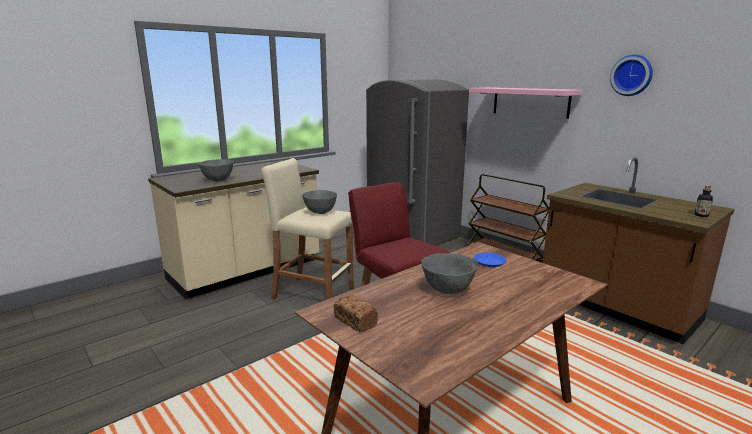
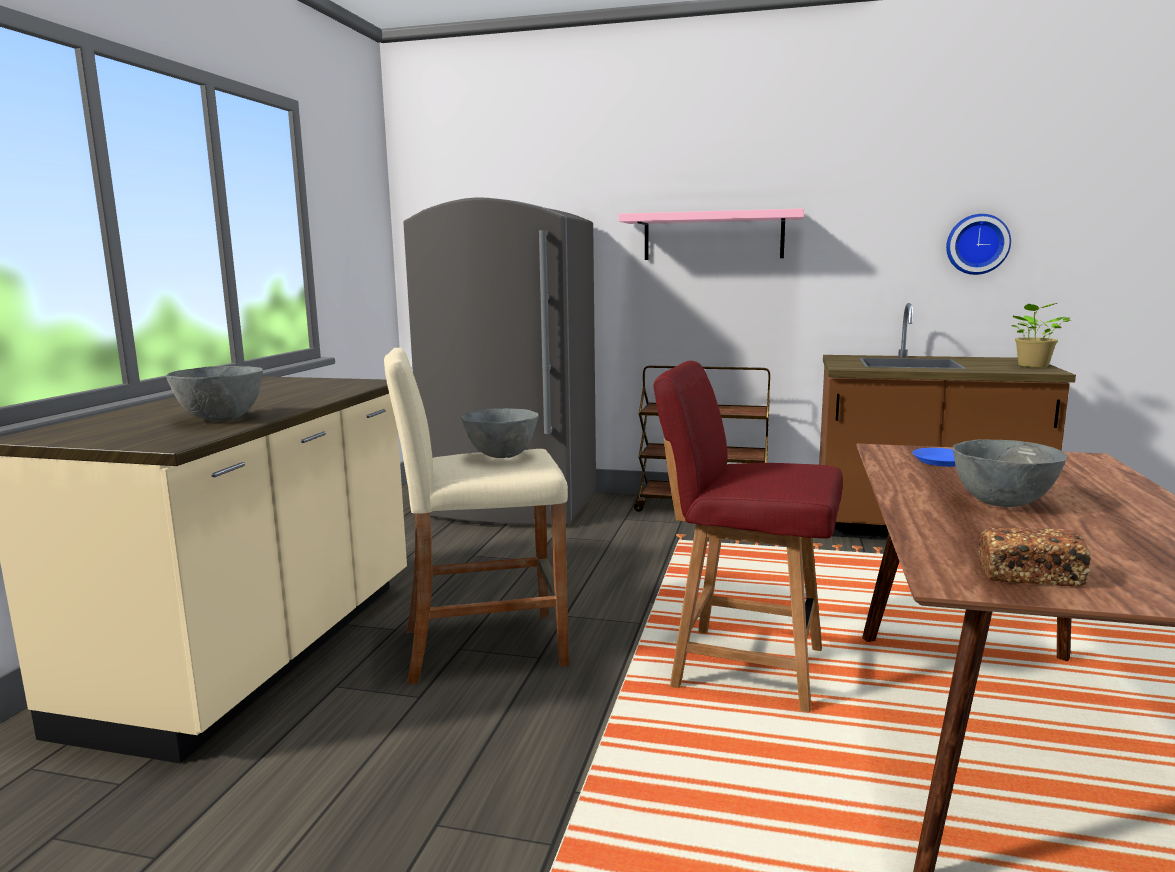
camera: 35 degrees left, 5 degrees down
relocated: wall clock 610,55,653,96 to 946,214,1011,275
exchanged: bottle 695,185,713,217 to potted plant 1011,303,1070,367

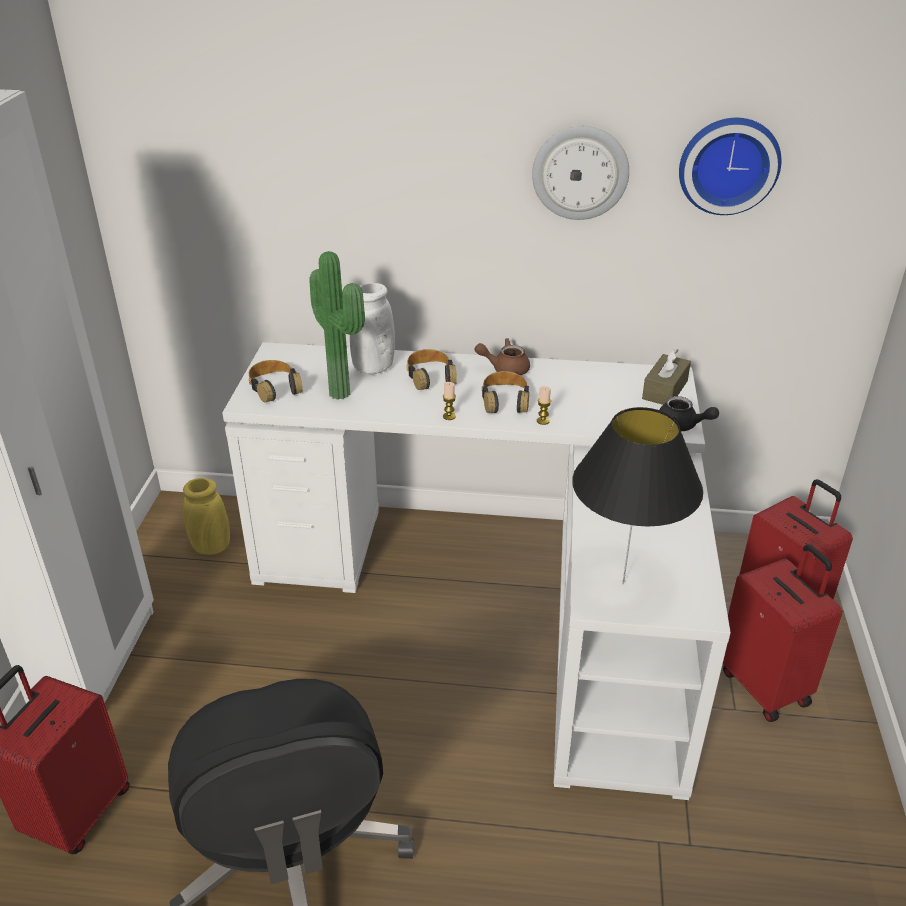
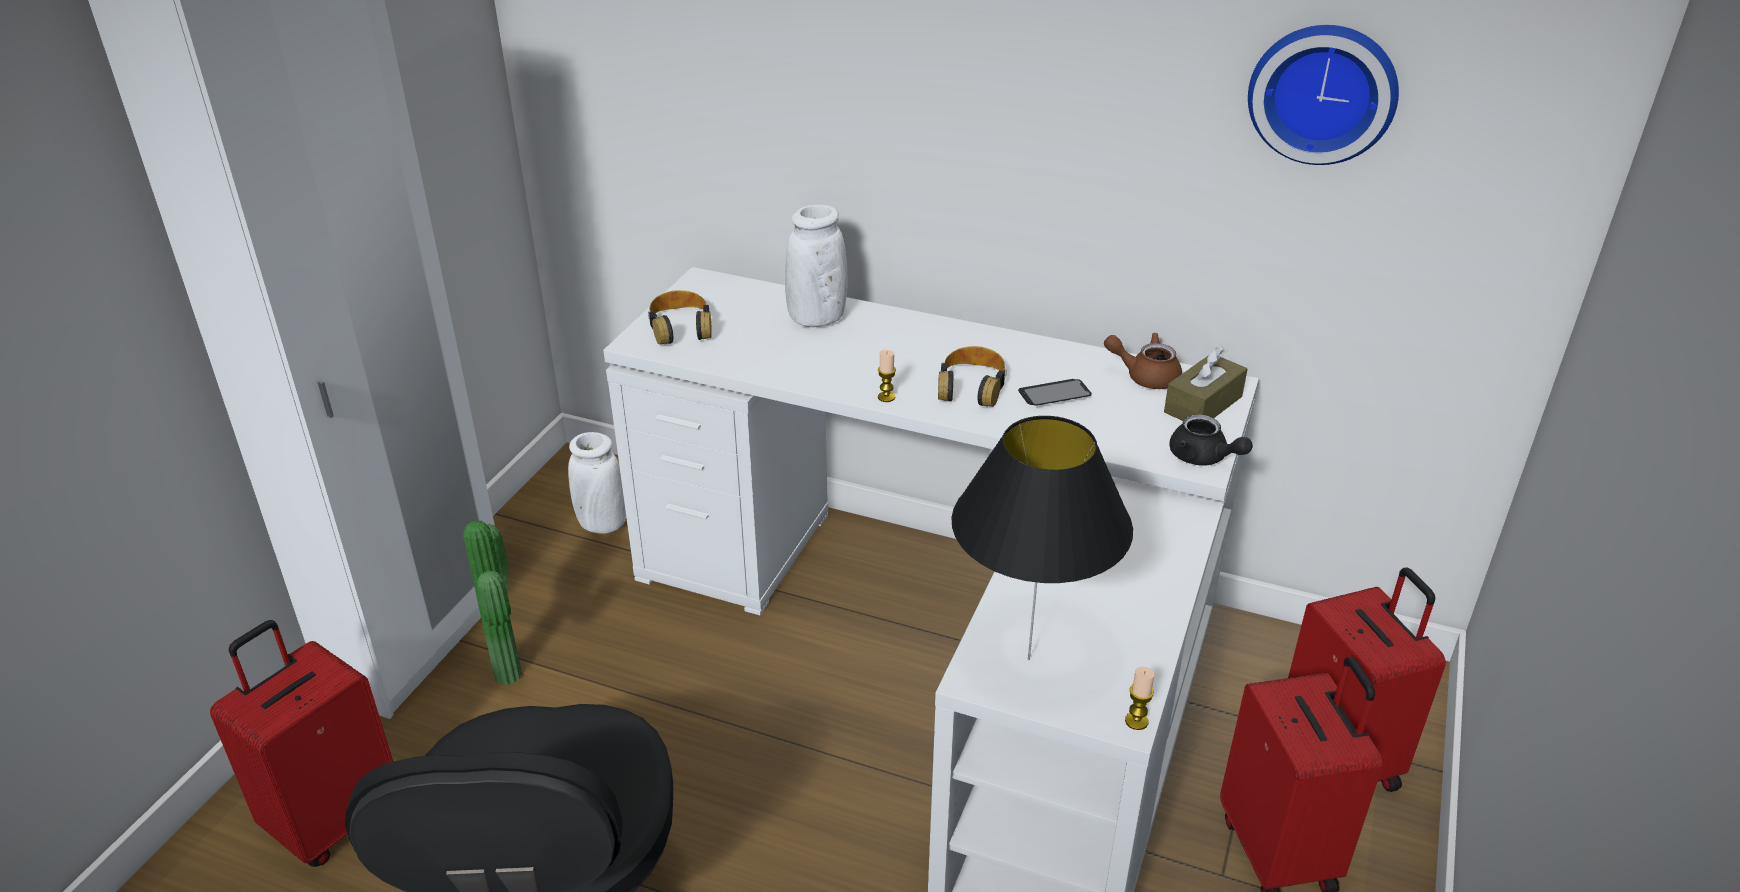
camera: 15 degrees right, 0 degrees up
missing: wall clock 532,126,629,220; headphones 407,349,457,390
appeared: phone 1018,379,1092,406
relocated: potted plant 309,251,365,400 to 463,520,522,685; brown teapot 475,338,530,375 to 1104,333,1182,389; candle 537,386,551,425 to 1125,666,1154,730
colour: yellow vase 183,478,230,555 to white vase 568,432,626,534

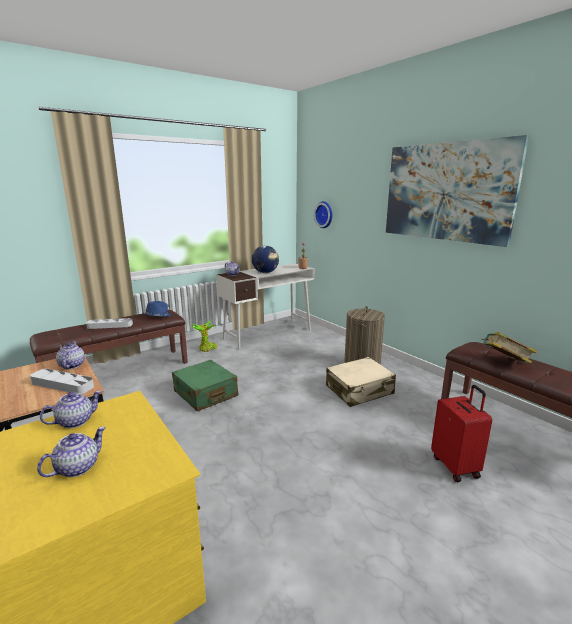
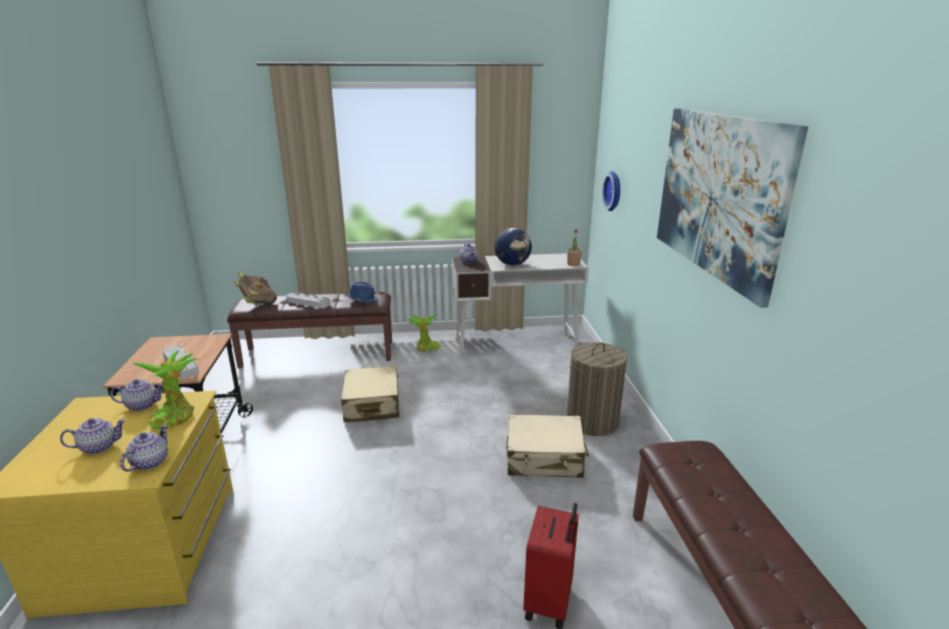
camera: 30 degrees right, 5 degrees up
appeared: potted plant 132,351,198,429
relocated: book 481,332,538,363 to 234,273,277,304; teapot 56,342,85,369 to 120,425,168,472
colour: green suitcase 172,360,238,412 to beige suitcase 341,365,400,423

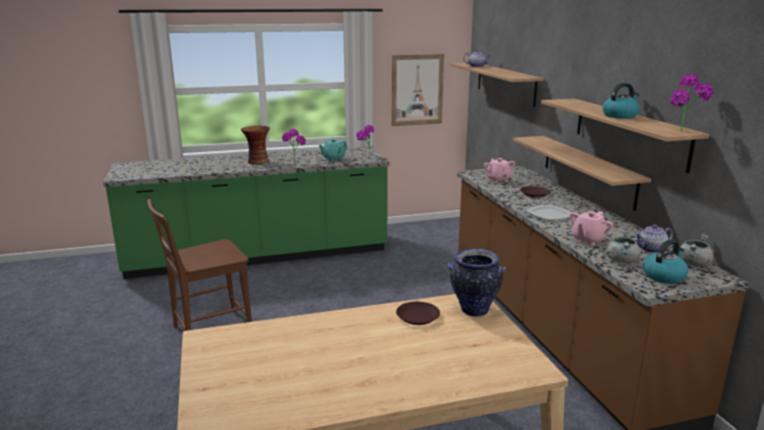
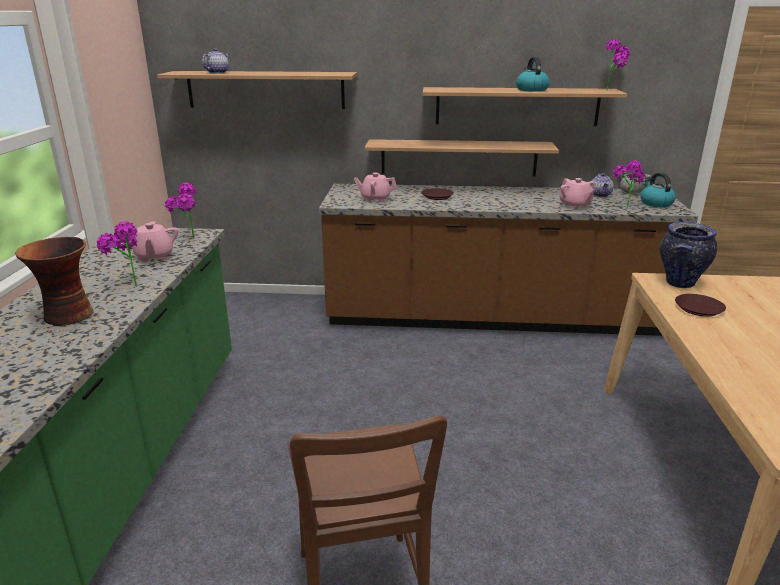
camera: 70 degrees left, 5 degrees up
missing: picture 391,54,444,126; plate 526,205,571,220
exchanged: grey cooking pot 606,230,641,263 to potted plant 613,160,645,209
colour: turquoise teapot 319,139,348,161 to pink teapot 130,221,178,262

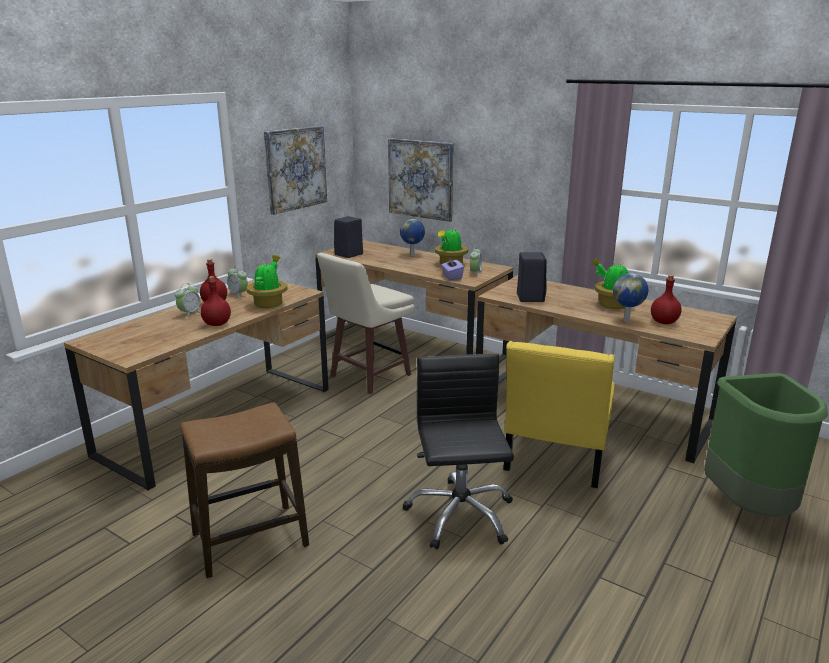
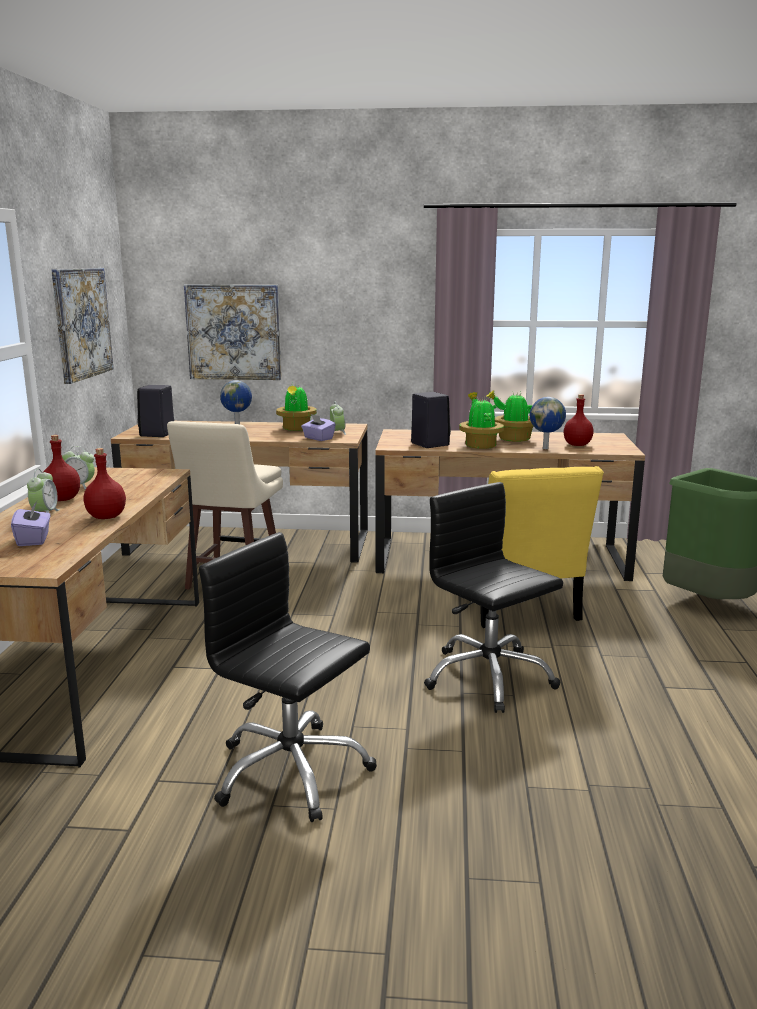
camera: 30 degrees left, 5 degrees down
appeared: purple tissue box 11,501,50,546
relocated: potted plant 247,255,288,308 to 459,392,504,449
exchanged: stool 180,402,309,578 to black office chair 199,532,377,822

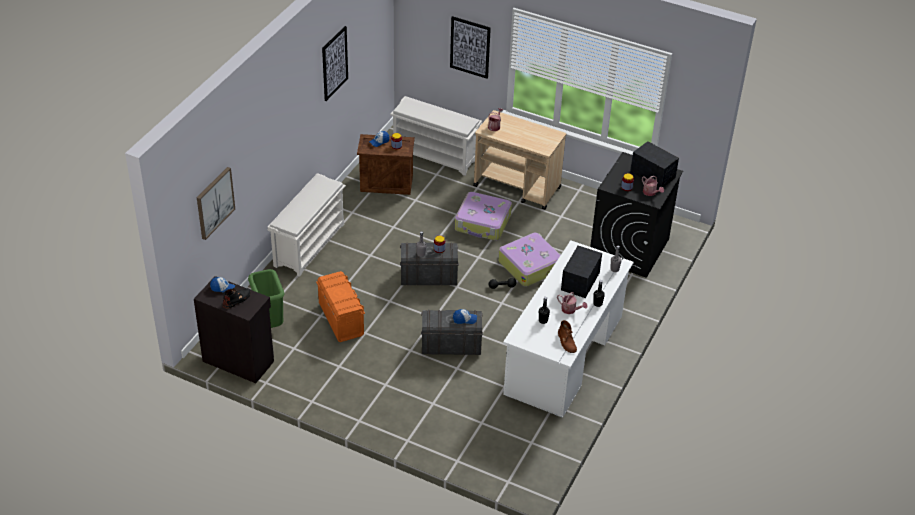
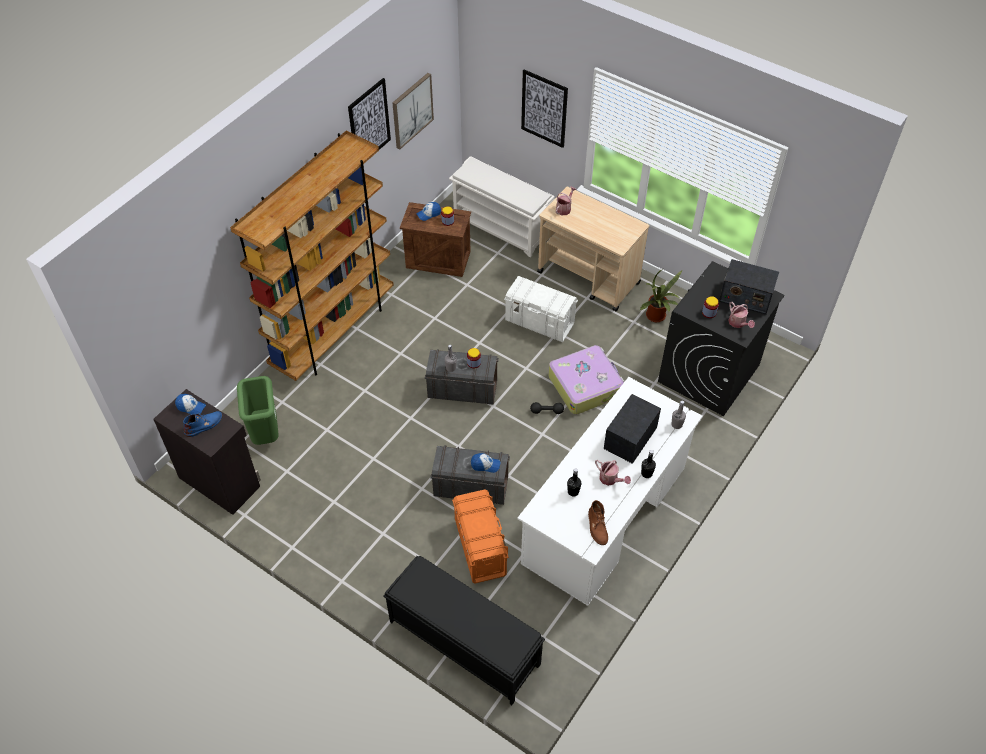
camera: 10 degrees right, 10 degrees up
appeared: potted plant 639,268,682,322; black bench 383,556,545,705
relocated: picture 197,167,235,240 to 392,73,434,149; orange storage box 316,271,365,342 to 452,489,509,583
exchanged: white shoe rack 268,173,346,277 to brown bookcase 230,130,394,381; suitcase 455,192,512,240 to white storage box 504,276,578,342
colour: black boot 222,288,251,309 to blue boot 183,411,223,437
spun: radio 630,141,679,188 = 719,259,779,314 150 degrees clockwise

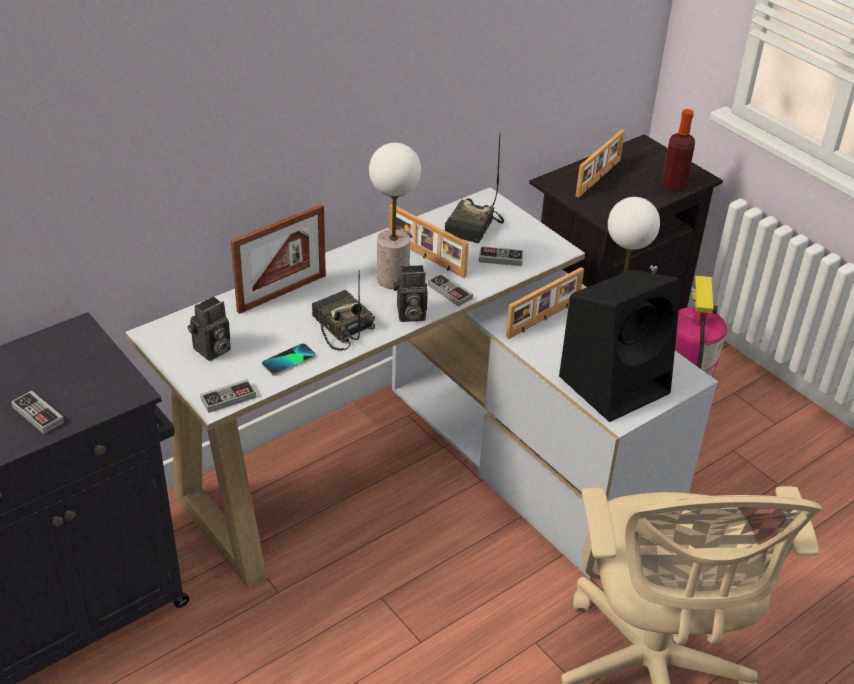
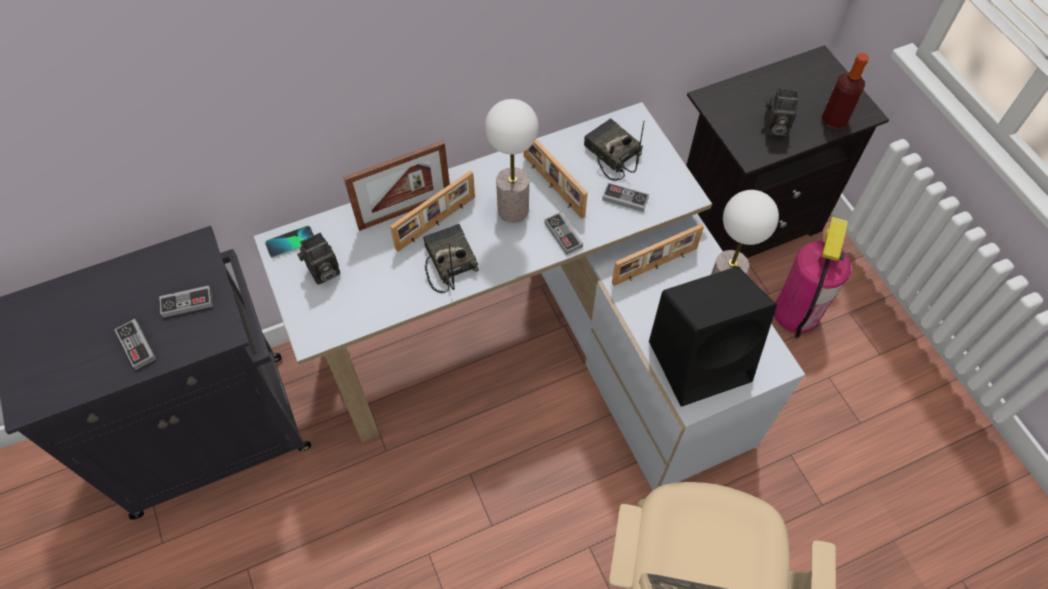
camera: 15 degrees right, 20 degrees up
relocated: picture frame 576,129,625,198 to 390,170,475,252; photo camera 393,265,428,322 to 764,89,799,136; phone 262,343,316,376 to 265,226,314,258; game controller 200,379,256,413 to 159,286,213,318
spun: radio 445,135,504,244 = 584,118,645,181 105 degrees clockwise

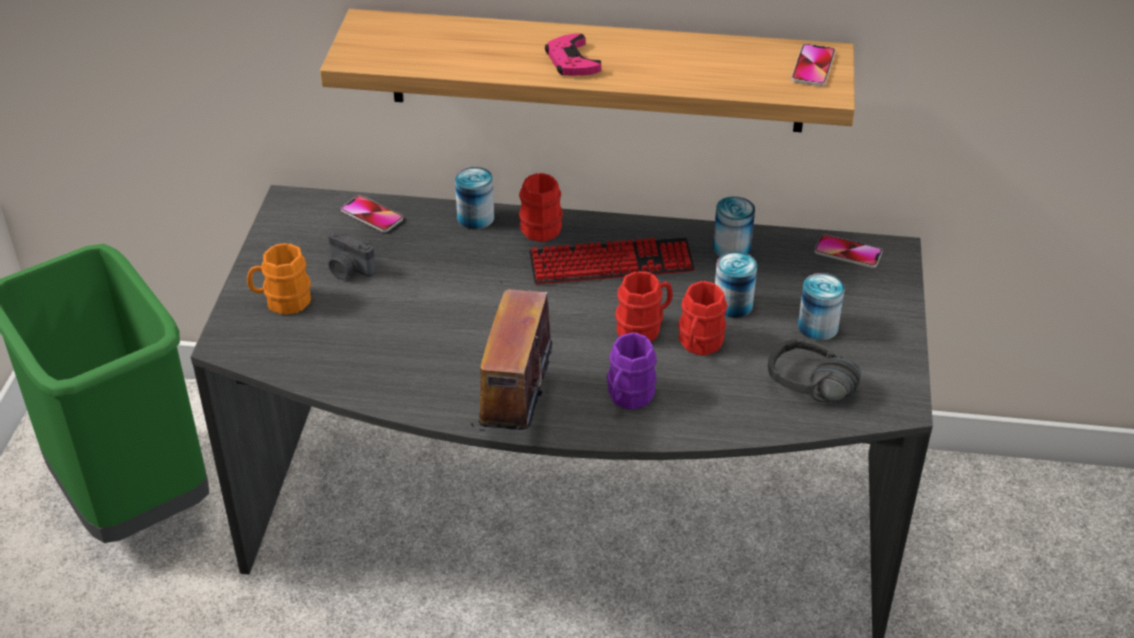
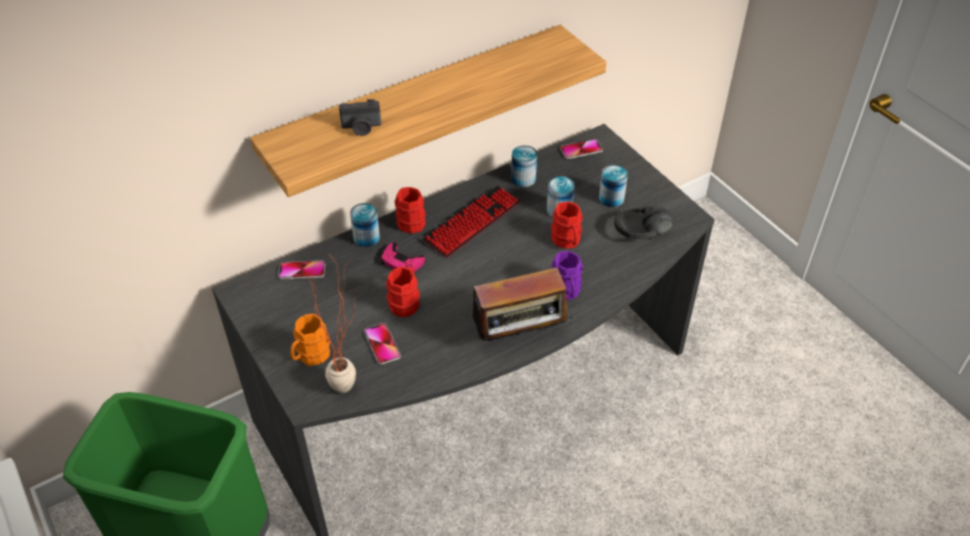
camera: 40 degrees left, 5 degrees up
appeared: potted plant 307,253,358,393
relocated: pink game controller 545,33,601,76 to 381,242,425,272; phone 791,44,835,86 to 364,323,401,365; photo camera 328,231,376,280 to 339,99,381,136; red mug 615,271,673,341 to 386,267,420,318
spun: radio 470,281,554,432 = 473,267,572,342 75 degrees counterclockwise

